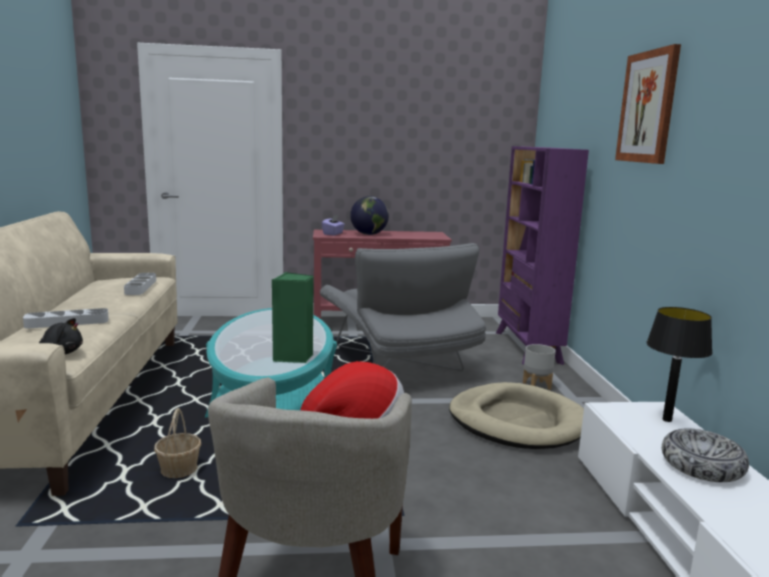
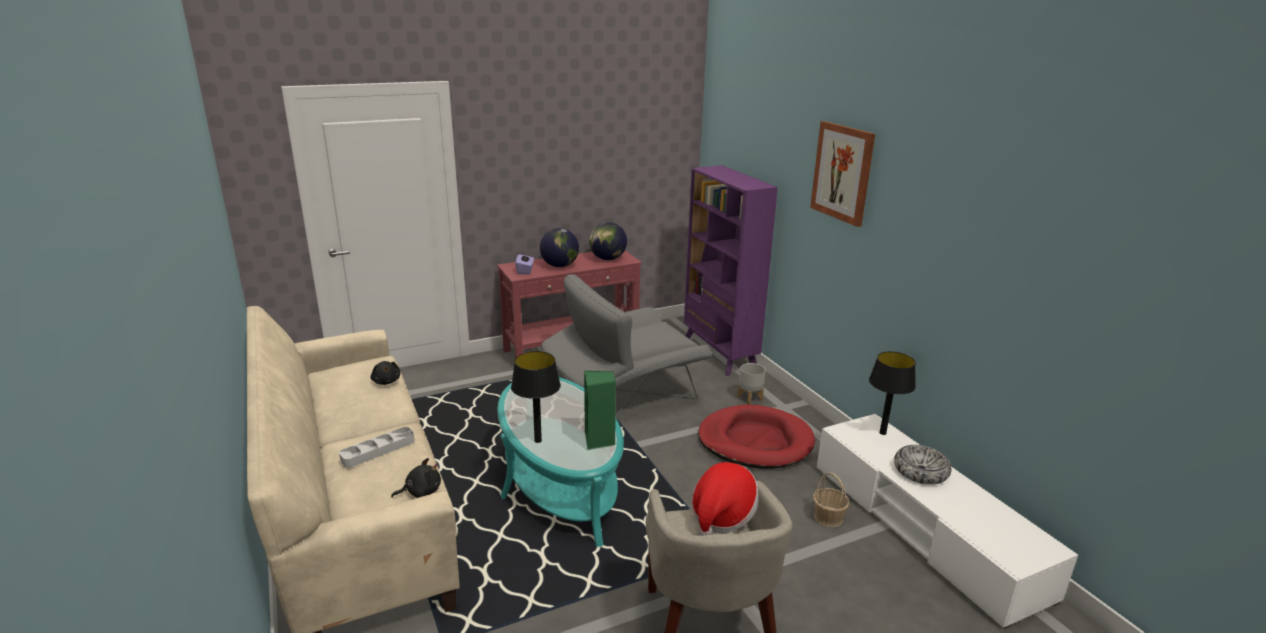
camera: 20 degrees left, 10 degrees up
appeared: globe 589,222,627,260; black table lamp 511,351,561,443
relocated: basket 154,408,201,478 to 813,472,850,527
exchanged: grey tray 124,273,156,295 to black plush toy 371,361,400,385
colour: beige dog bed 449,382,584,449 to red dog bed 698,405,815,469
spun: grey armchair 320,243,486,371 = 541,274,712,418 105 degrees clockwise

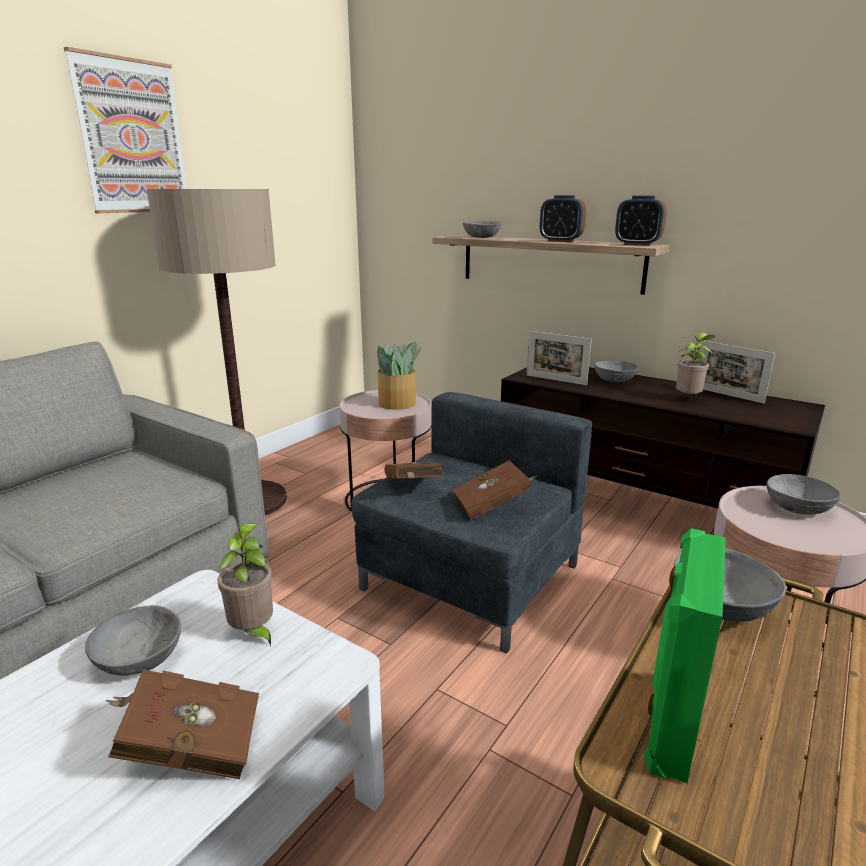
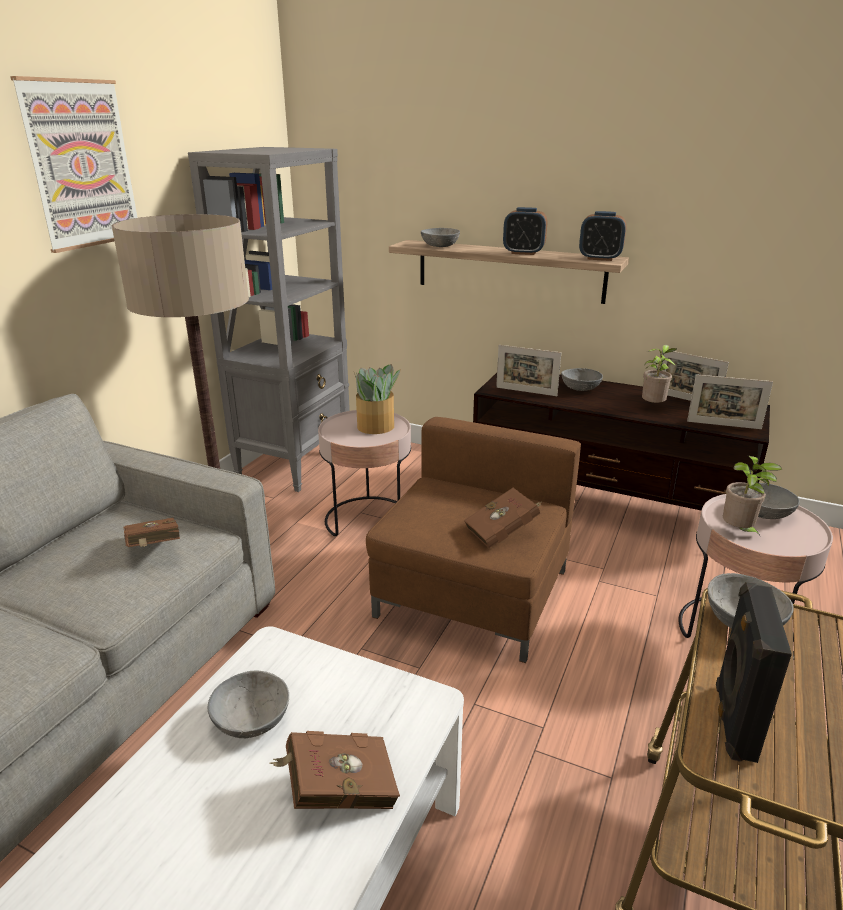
camera: 10 degrees left, 5 degrees up
appeared: grey bookcase 188,147,350,492; picture frame 687,374,773,429
relocated: brown book 385,462,442,479 to 124,518,180,547; potted plant 217,524,273,647 to 723,456,782,536
colour: grey armchair 351,392,592,653 to brown armchair 366,417,581,663; green speaker 644,528,725,783 to black speaker 716,582,792,763

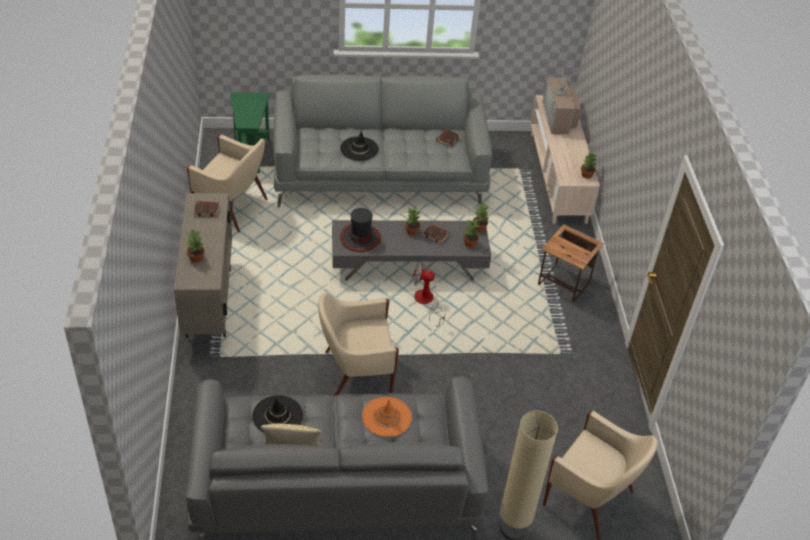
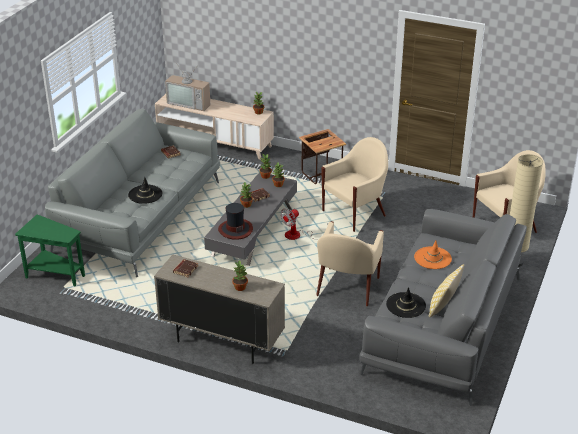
camera: 60 degrees left, 10 degrees down
relocated: beige armchair 187,135,268,232 to 321,137,388,232

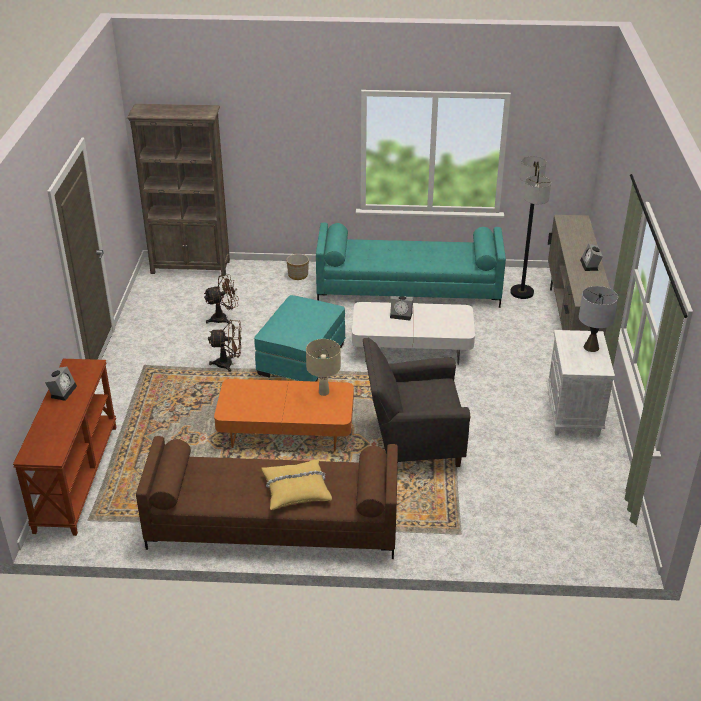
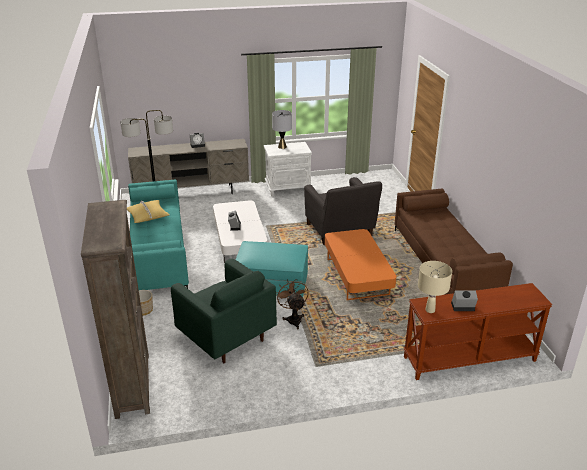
camera: 105 degrees left, 5 degrees down
relocated: beige table lamp 306,339,341,396 to 418,261,452,313; yellow pillow 261,459,332,510 to 127,200,169,223
exchanged: brown fan 204,274,239,324 to green armchair 171,259,277,363

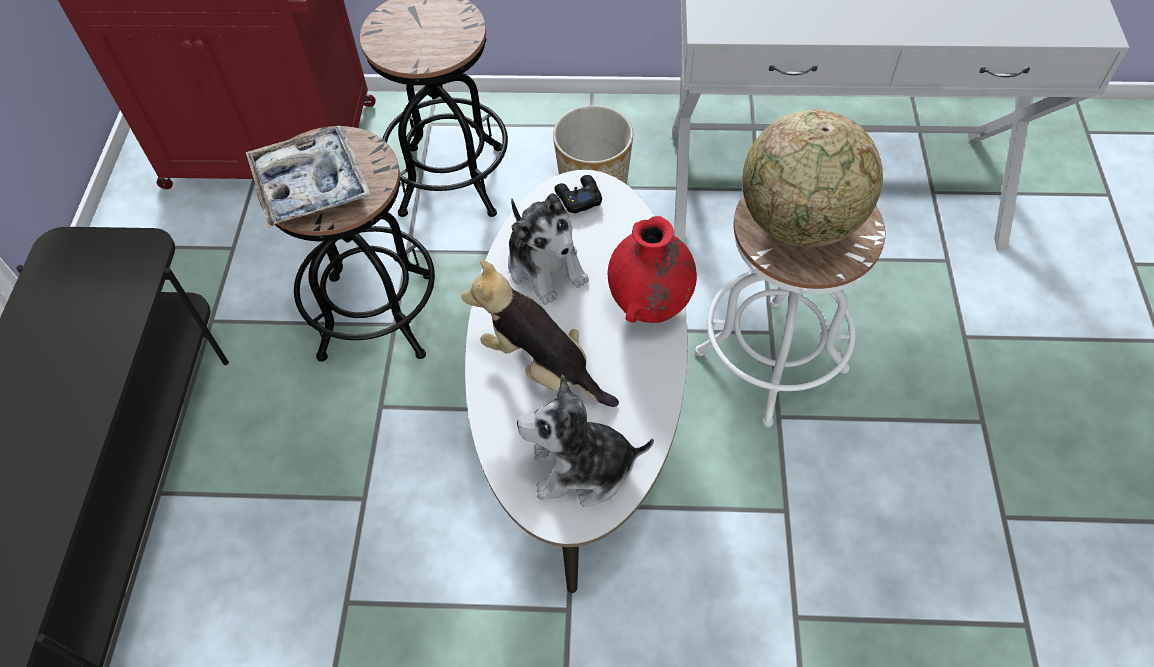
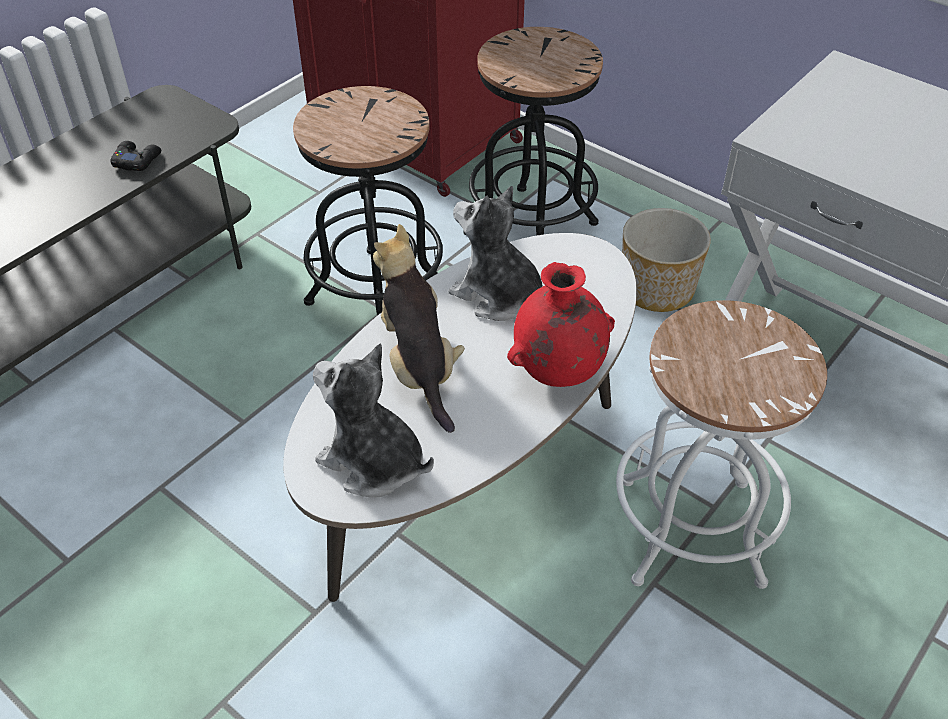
camera: 35 degrees right, 10 degrees down
missing: globe 742,110,883,247; tray 246,125,371,228
relocated: black game controller 554,175,602,214 to 110,141,161,171
spun: plush toy 508,193,589,305 = 449,186,543,321 120 degrees clockwise

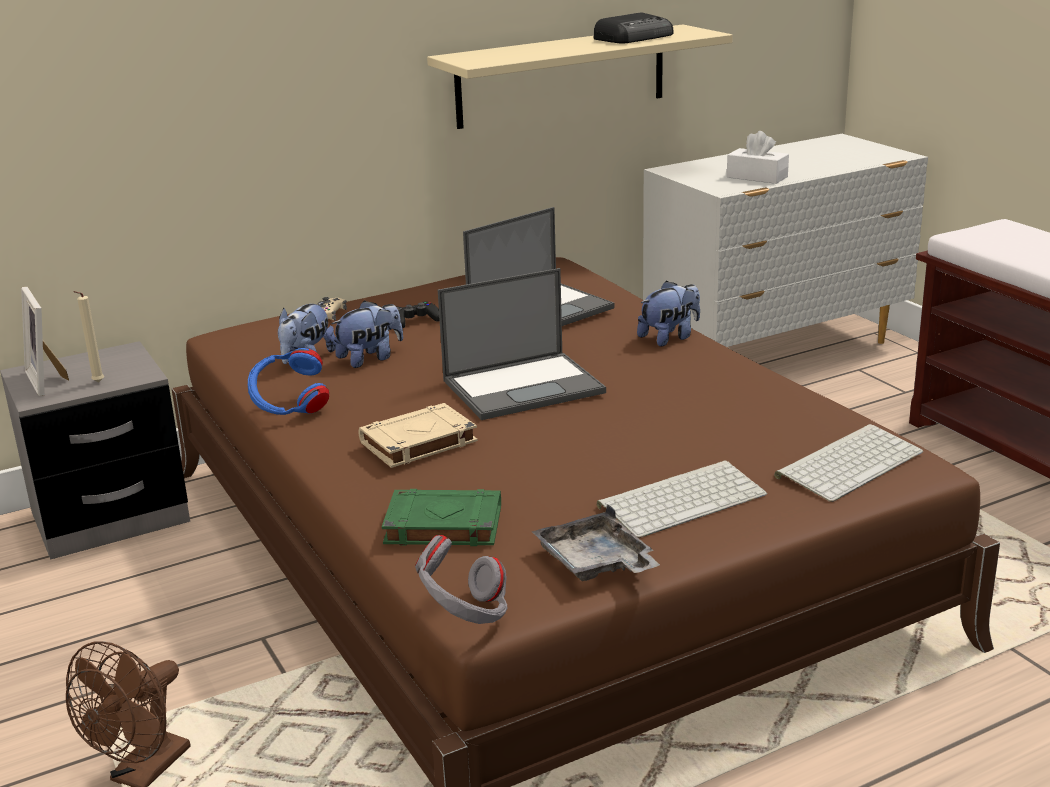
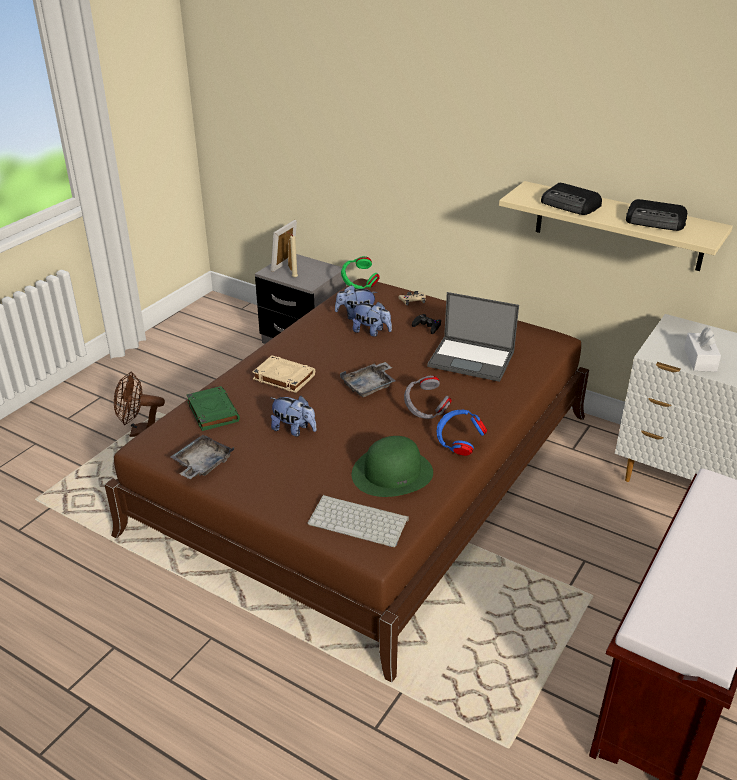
camera: 60 degrees right, 10 degrees up
missing: keyboard 597,461,767,538
appeared: radio 541,183,602,215; green headphones 341,256,380,289; green hat 352,436,433,497
relocated: plush toy 637,281,700,347 to 271,396,317,437; blue headphones 248,348,329,415 to 437,410,487,456; grey headphones 415,535,507,624 to 404,376,452,419
exchanged: laptop 438,268,606,420 to grey tray 340,362,396,397

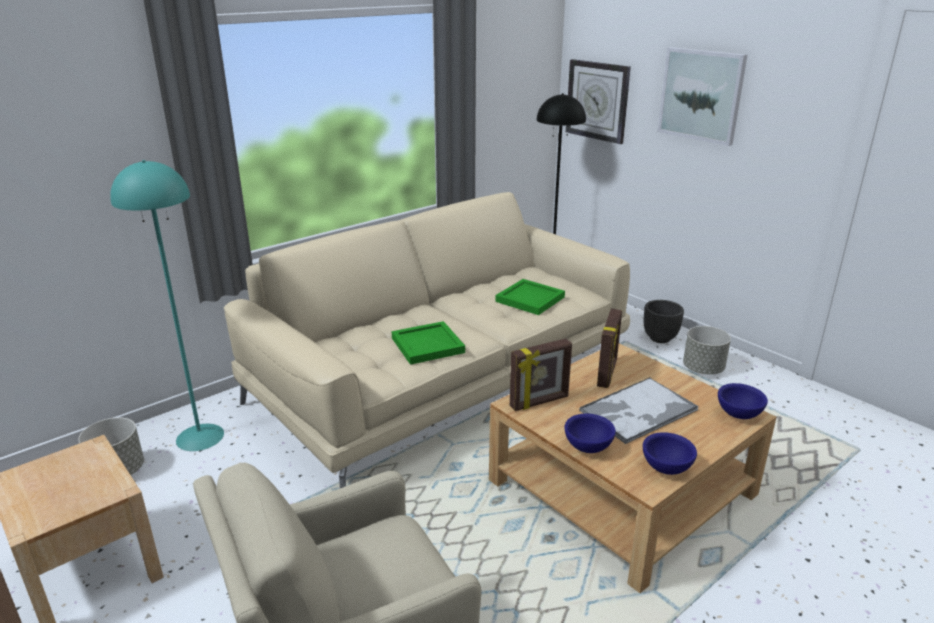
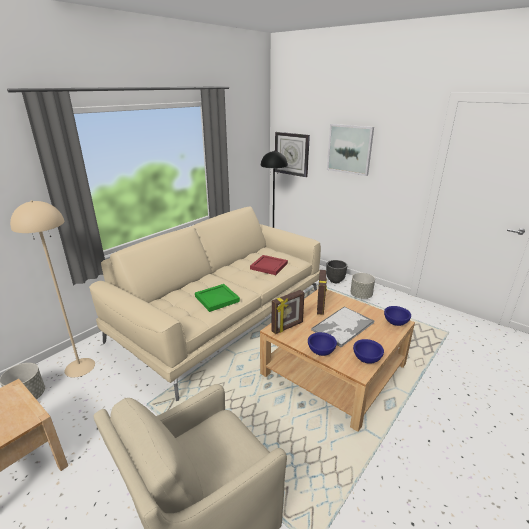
camera: 10 degrees left, 0 degrees up
colour: turquoise floor lamp 110,160,224,451 to beige floor lamp 10,200,95,377; green tray 495,279,565,315 to red tray 250,255,288,275

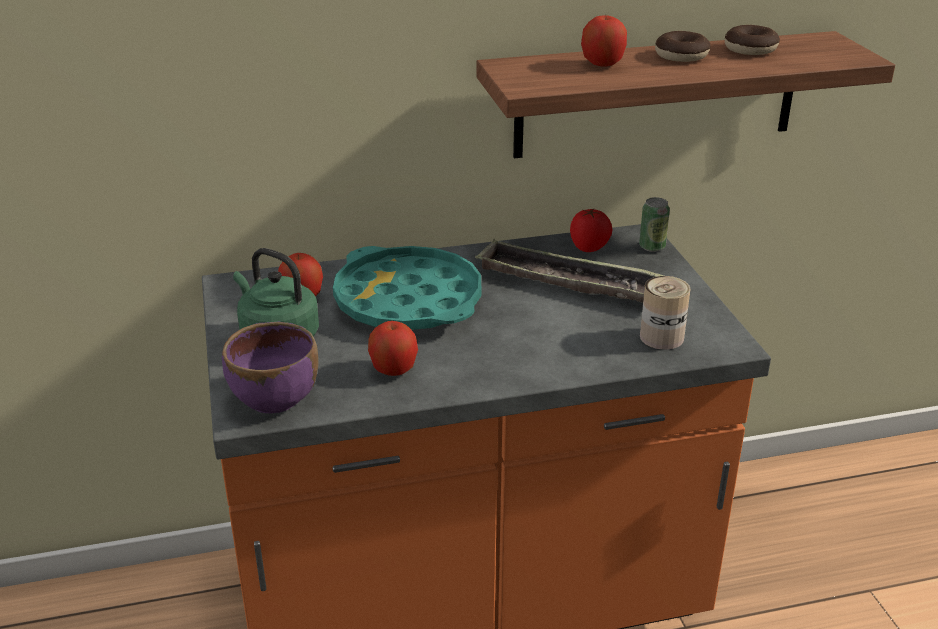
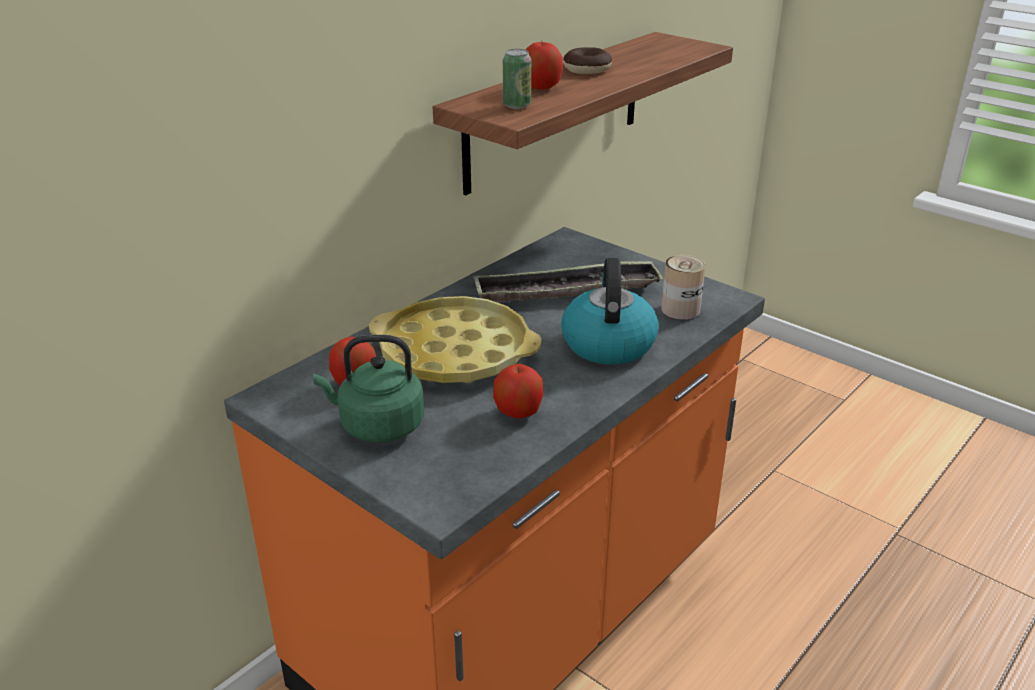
camera: 35 degrees left, 0 degrees up
missing: donut 725,25,780,55; tomato 570,209,612,252; purple bowl 222,322,319,413
appeared: kettle 561,258,659,365
relocated: can 639,197,670,252 to 503,49,531,109
colour: turquoise tray 333,246,481,330 to yellow tray 369,296,542,383

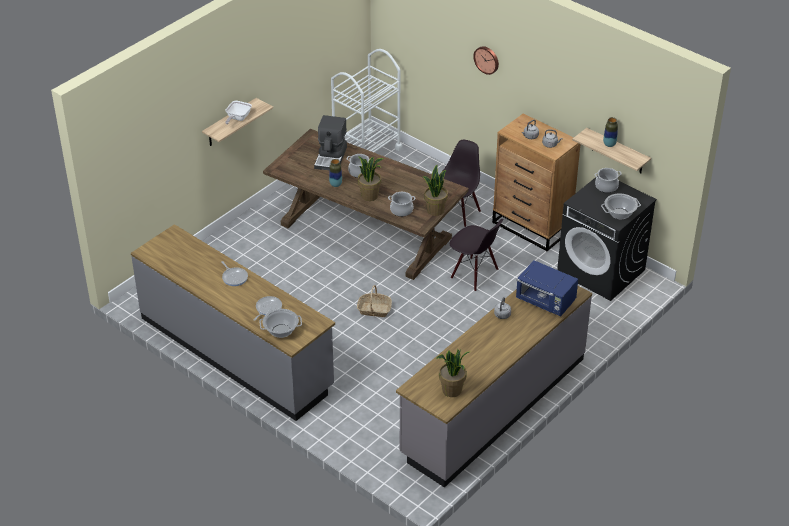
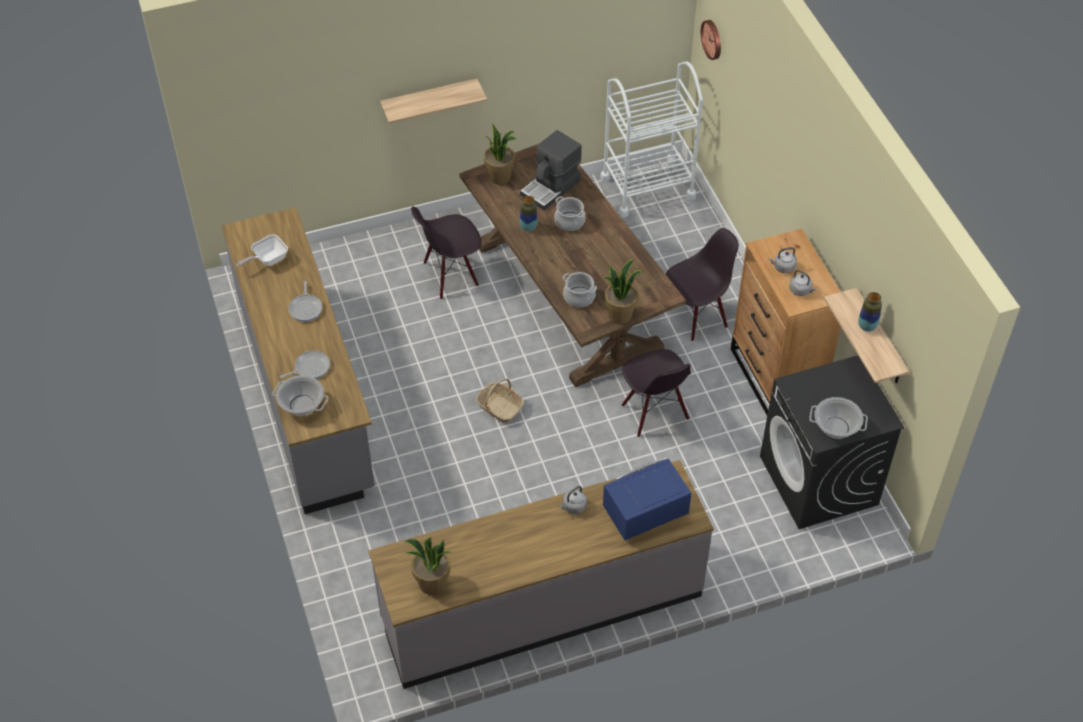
camera: 30 degrees right, 10 degrees up
missing: cooking pot 595,168,622,193
appeared: black chair 411,207,482,299
relocated: wall clock 473,46,499,75 to 701,20,721,60; frying pan 225,101,252,124 to 237,234,288,267; potted plant 358,156,384,201 to 484,124,516,185
spun: blue microwave 516,260,578,316 = 603,458,691,540 90 degrees clockwise

